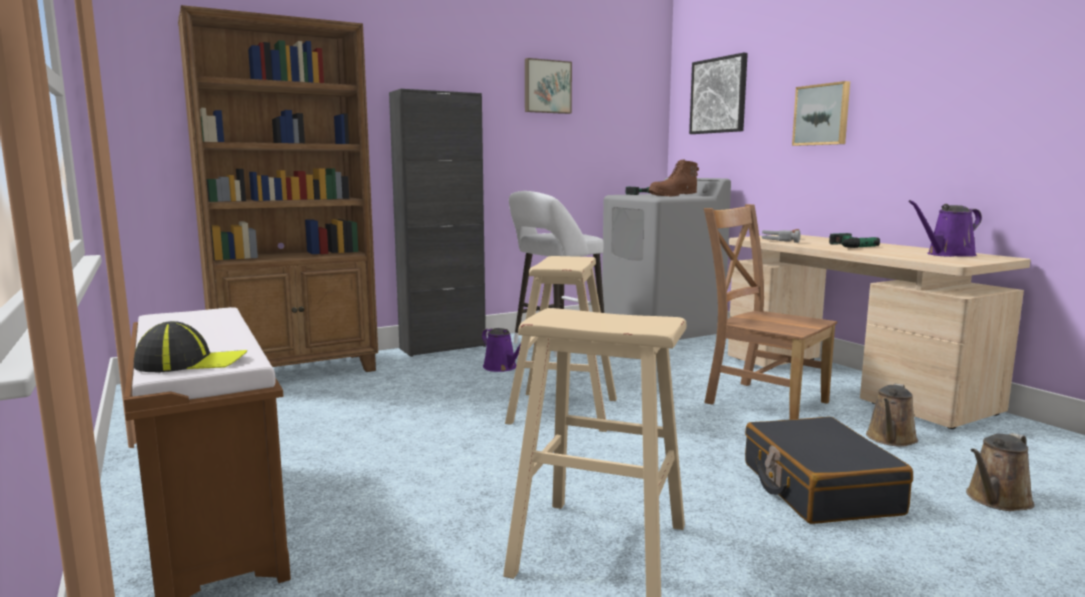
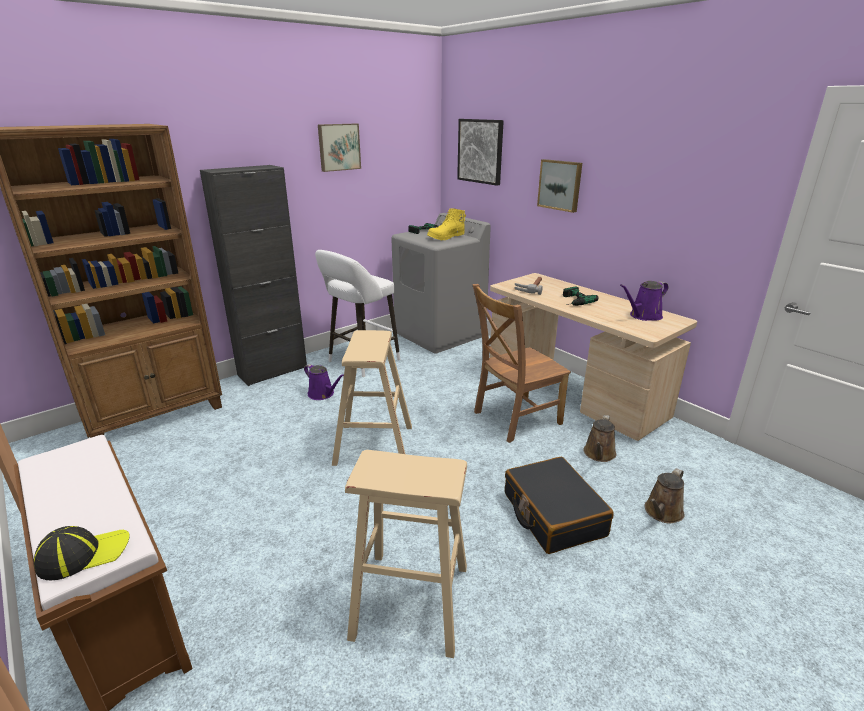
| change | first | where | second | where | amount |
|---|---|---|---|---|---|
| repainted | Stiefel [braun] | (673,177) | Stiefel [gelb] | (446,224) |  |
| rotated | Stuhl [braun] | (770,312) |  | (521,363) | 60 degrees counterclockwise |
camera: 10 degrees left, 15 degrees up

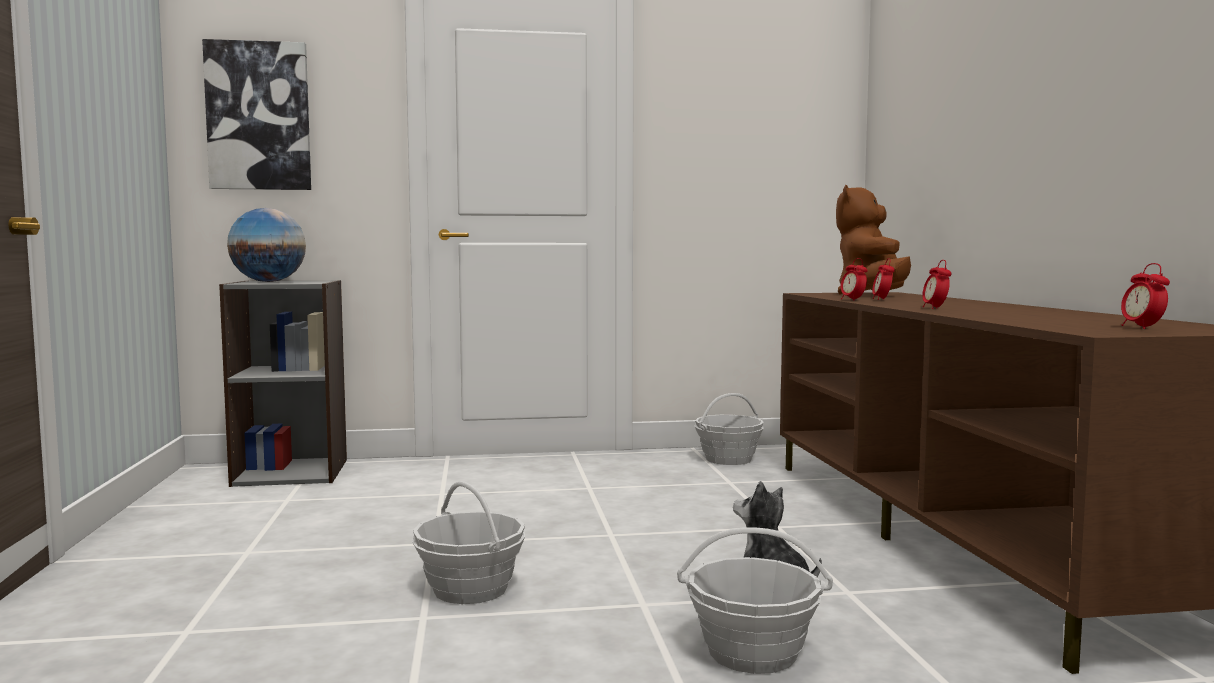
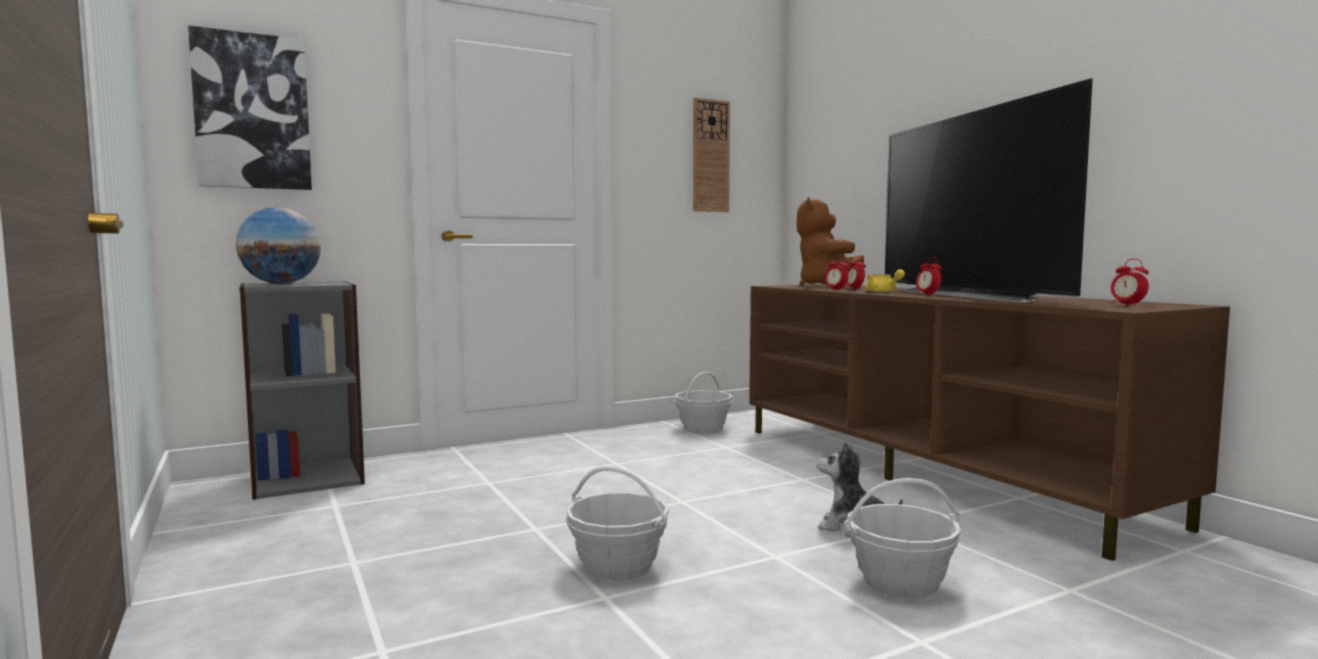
| change | first | where | second | where | amount |
|---|---|---|---|---|---|
| new |  |  | Wanduhr | (711,155) |  |
| new |  |  | Teekanne [gelb] | (885,281) |  |
| new |  |  | Fernseher | (989,190) |  |
camera: 20 degrees left, 0 degrees up

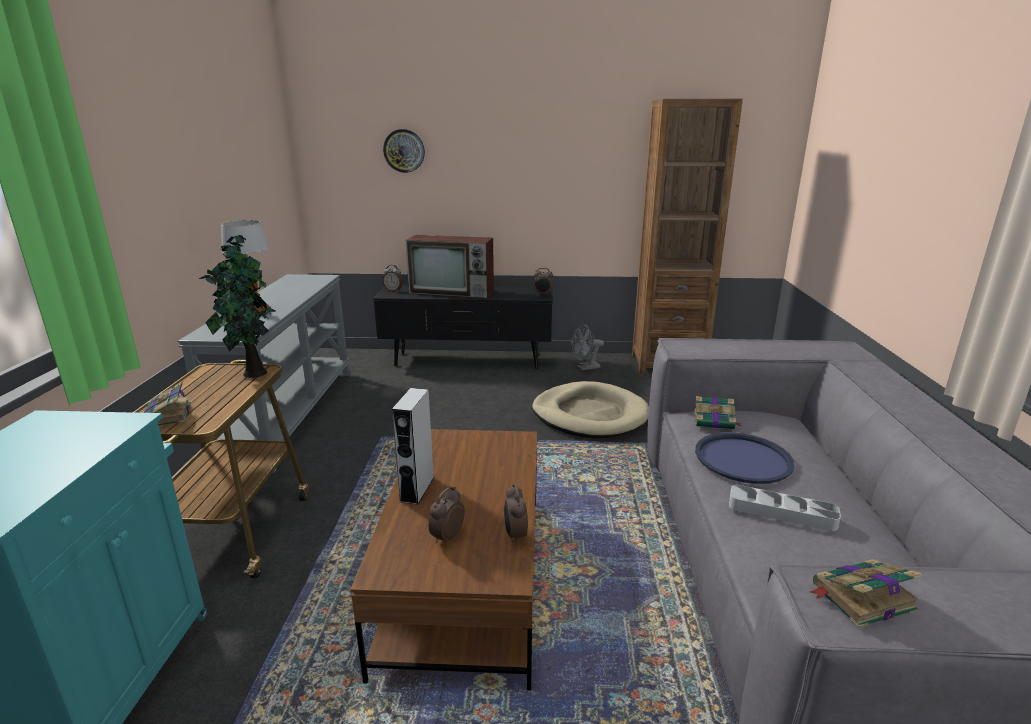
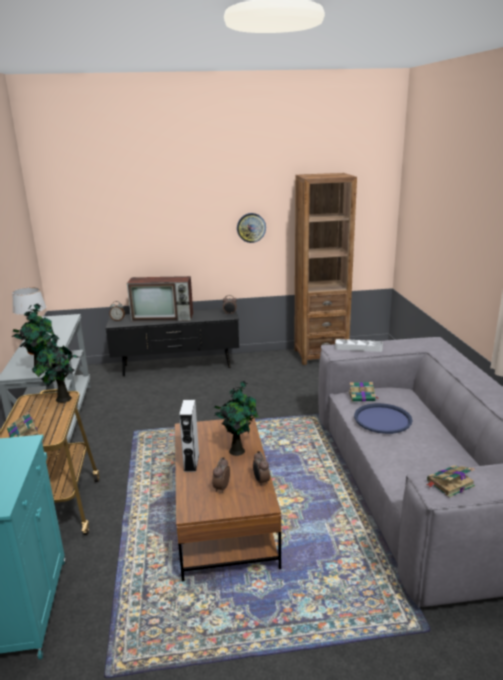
| change | first | where | second | where | amount |
|---|---|---|---|---|---|
| gone | Hundebett [beige] | (590,409) |  |  |  |
| gone | Ventilator [grau] | (588,347) |  |  |  |
| new |  |  | Topfpflanze | (236,418) |  |
| shifted | Wanduhr | (404,151) |  | (251,228) |  |
| shifted | Tablett [grau] | (785,508) |  | (359,345) |  |
camera: 10 degrees left, 0 degrees up

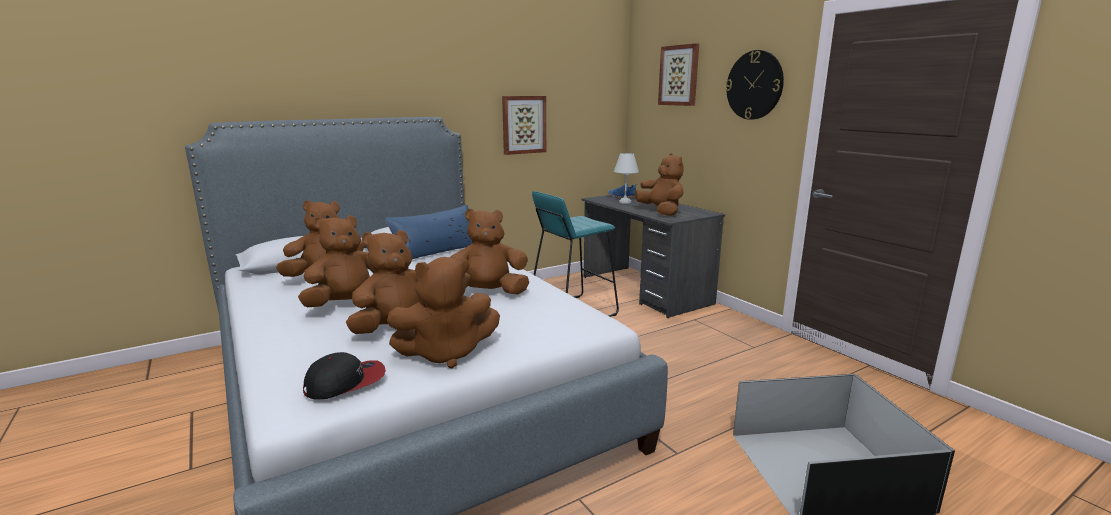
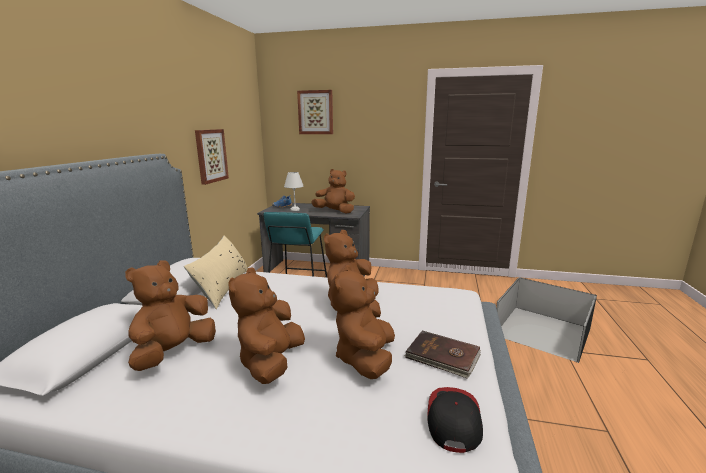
| change | first | where | second | where | amount |
|---|---|---|---|---|---|
| gone | Wanduhr | (754,85) |  |  |  |
| swapped | Plüschtier [braun] | (443,312) | Buch [braun] | (442,355) |  |
| repainted | Kissen [blau] | (428,232) | Kissen [beige] | (216,272) |  |
camera: 45 degrees left, 0 degrees up

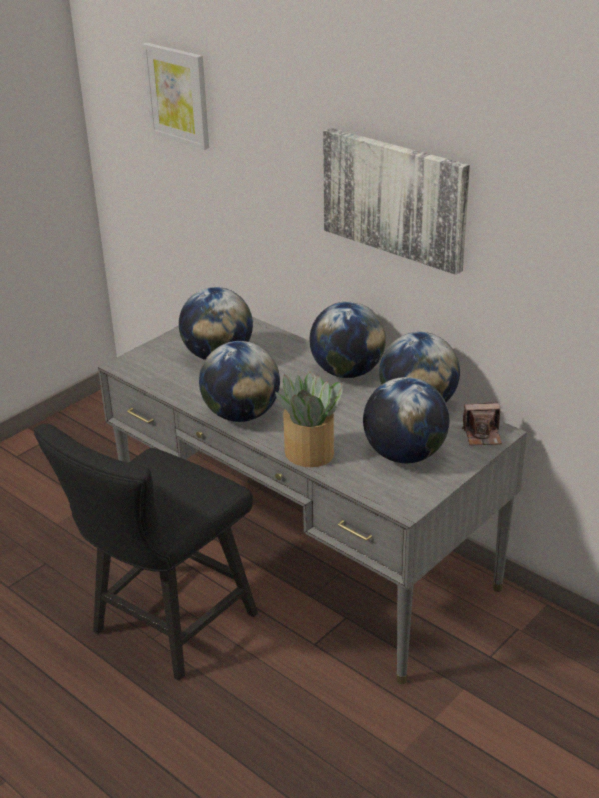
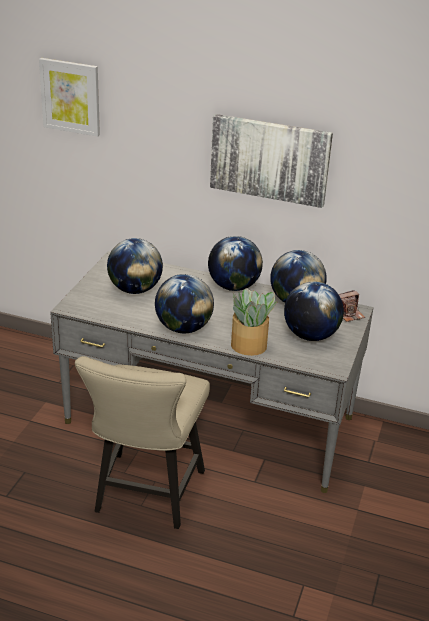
| change | first | where | second | where | amount |
|---|---|---|---|---|---|
| repainted | Stuhl [schwarz] | (146,552) | Stuhl [beige] | (142,442) |  |
camera: 25 degrees left, 0 degrees up

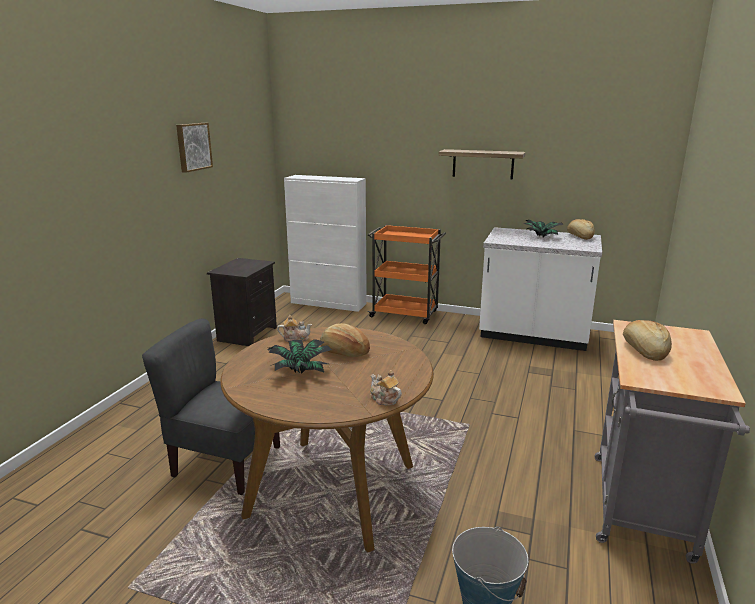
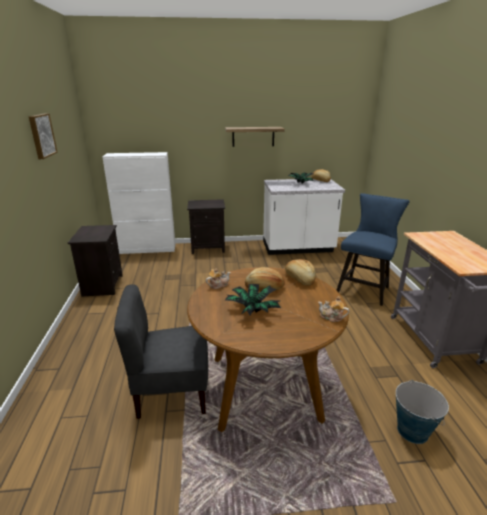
| change | first | where | second | where | amount |
|---|---|---|---|---|---|
| new |  |  | Stuhl [blau] | (373,249) |  |
| shifted | Brot | (647,340) |  | (300,272) |  |
| swapped | Rollwagen [orange] | (406,274) | Nachttisch [schwarz] | (206,226) |  |
camera: 25 degrees left, 5 degrees up

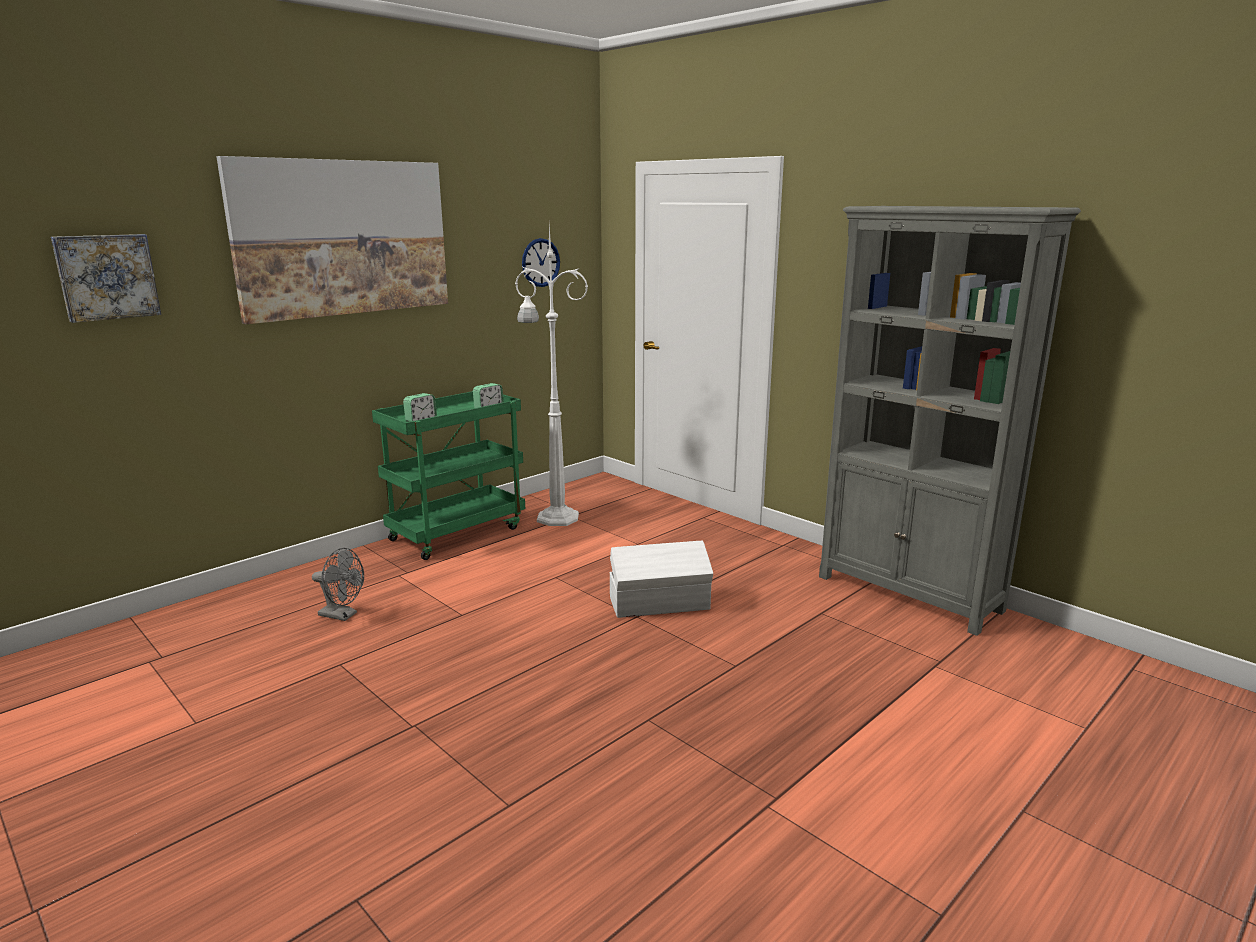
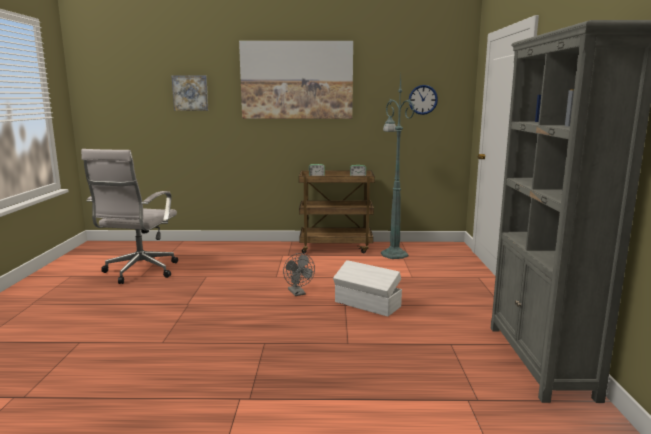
| change | first | where | second | where | amount |
|---|---|---|---|---|---|
| new |  |  | Bürostuhl [weiß] | (129,216) |  |
| shifted | Ventilator [grau] | (338,584) |  | (299,274) |  |
| repainted | Rollwagen [grün] | (448,475) | Rollwagen [braun] | (337,211) |  |
| repainted | Stehlampe [weiß] | (551,375) | Stehlampe [grün] | (398,167) |  |
camera: 45 degrees right, 5 degrees down

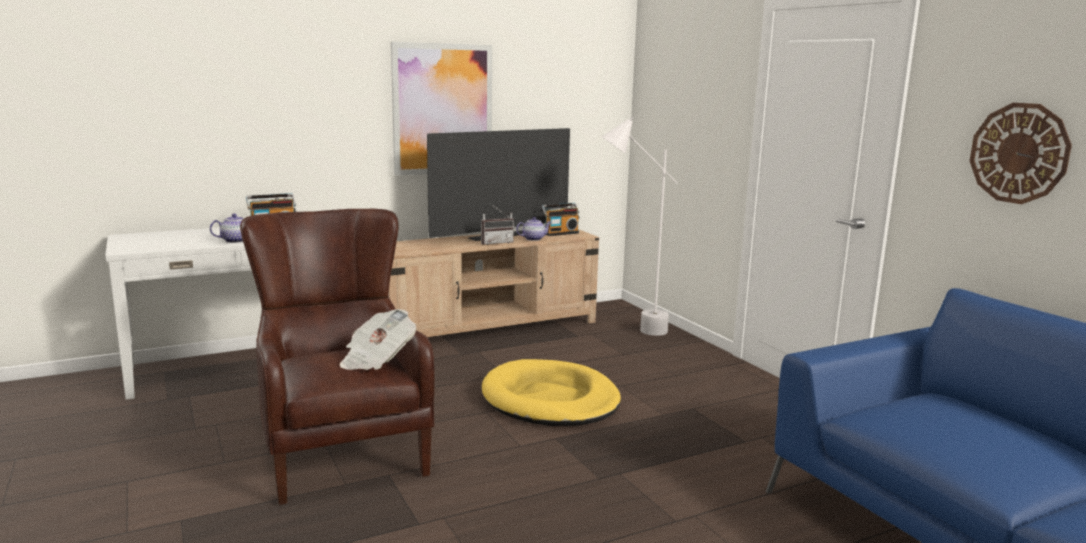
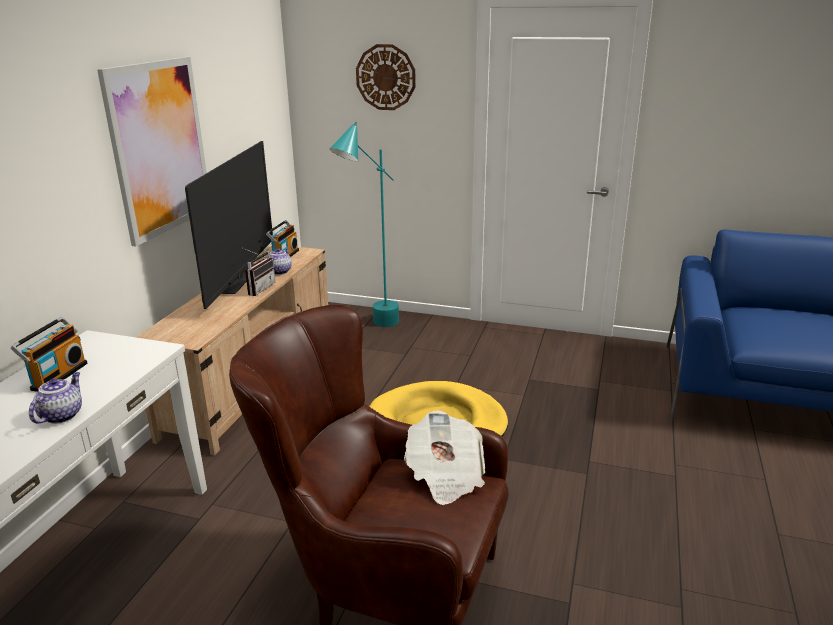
| change | first | where | second | where | amount |
|---|---|---|---|---|---|
| shifted | Wanduhr | (1021,153) |  | (386,77) |  |
| repainted | Stehlampe [weiß] | (640,226) | Stehlampe [türkis] | (364,224) |  |
camera: 45 degrees left, 10 degrees up

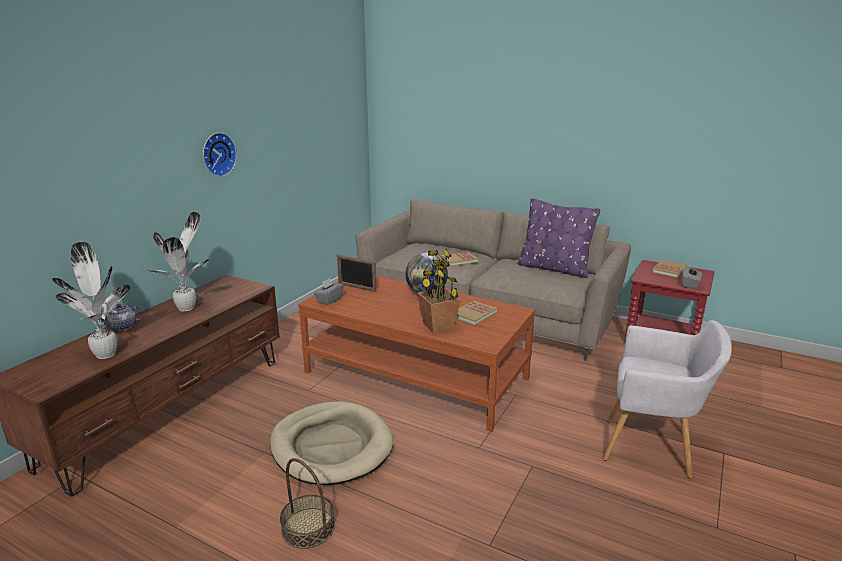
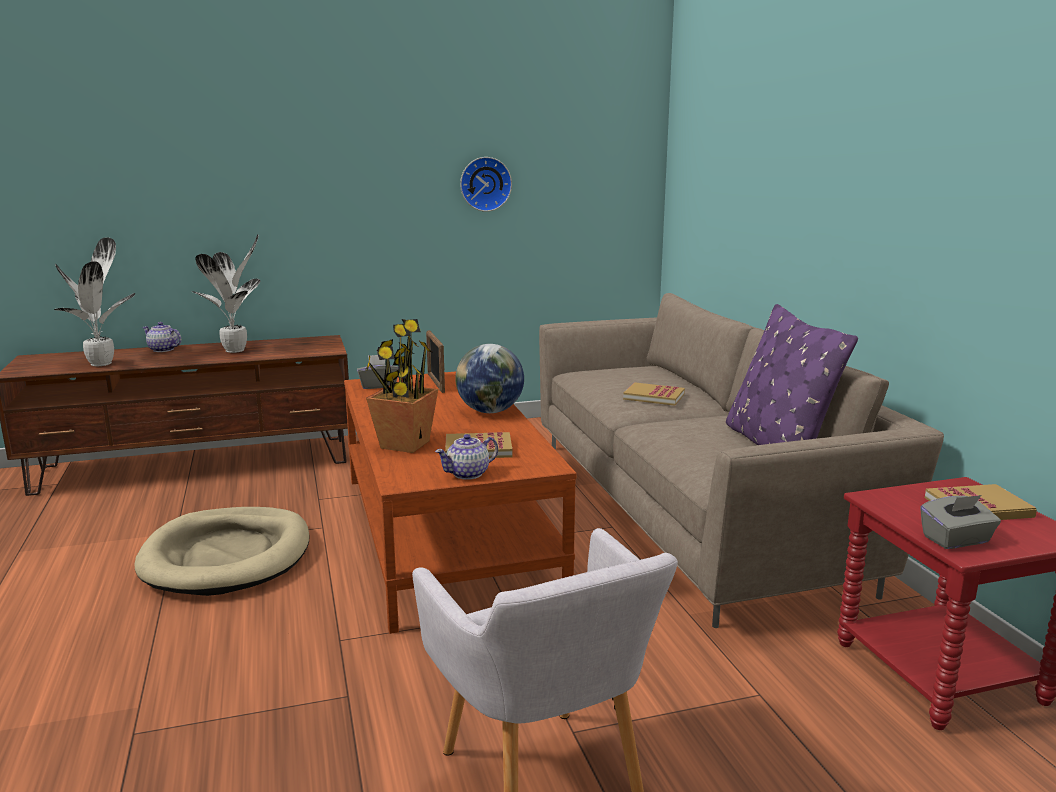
| change | first | where | second | where | amount |
|---|---|---|---|---|---|
| gone | Korb | (307,503) |  |  |  |
| new |  |  | Teekanne | (466,457) |  |
| shifted | Wanduhr | (220,155) |  | (486,184) |  |
camera: 45 degrees right, 5 degrees down

